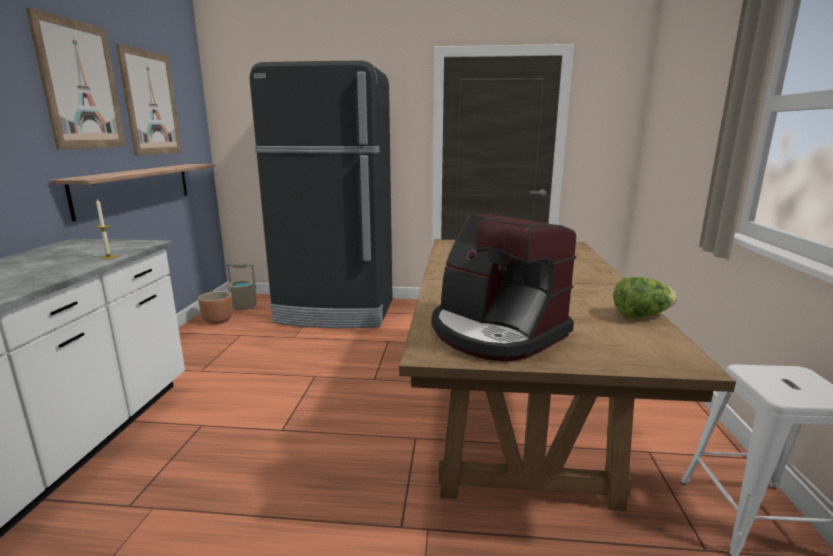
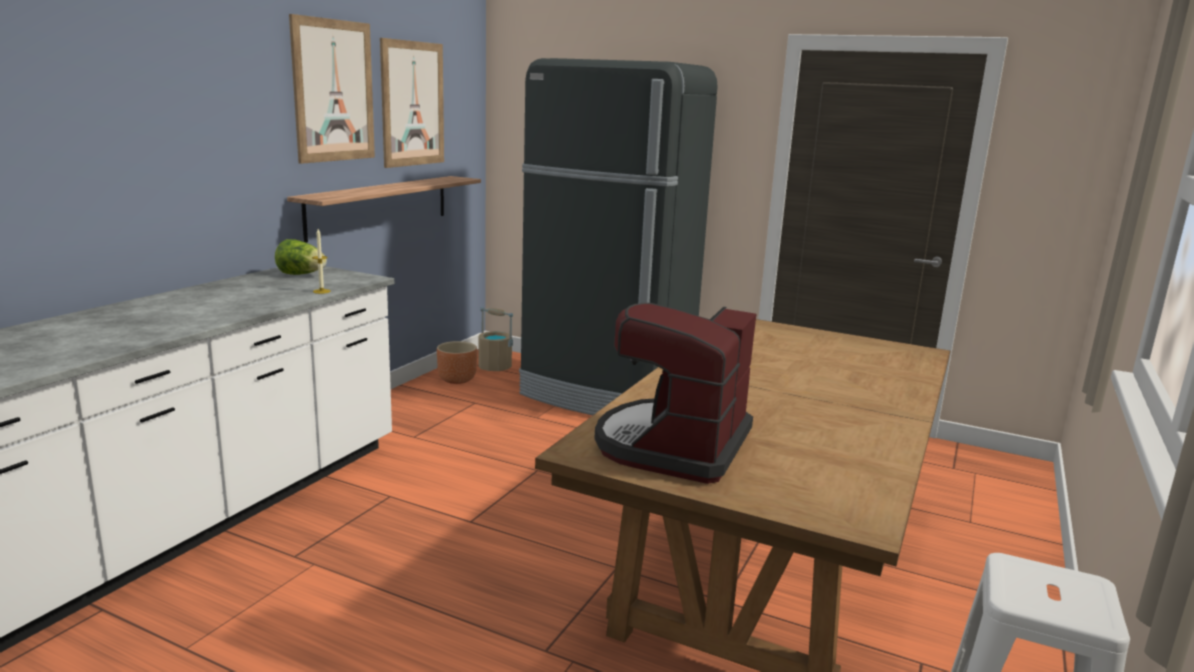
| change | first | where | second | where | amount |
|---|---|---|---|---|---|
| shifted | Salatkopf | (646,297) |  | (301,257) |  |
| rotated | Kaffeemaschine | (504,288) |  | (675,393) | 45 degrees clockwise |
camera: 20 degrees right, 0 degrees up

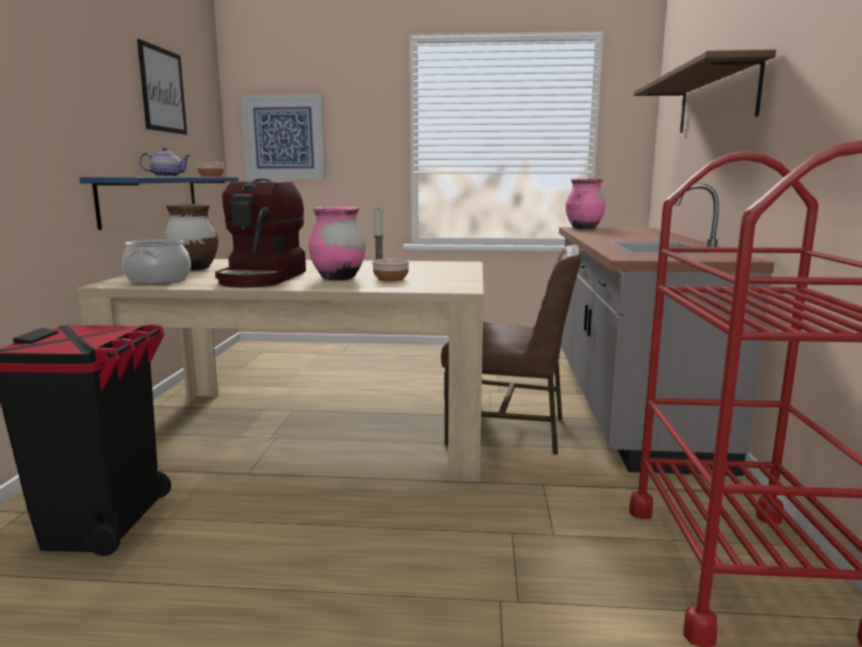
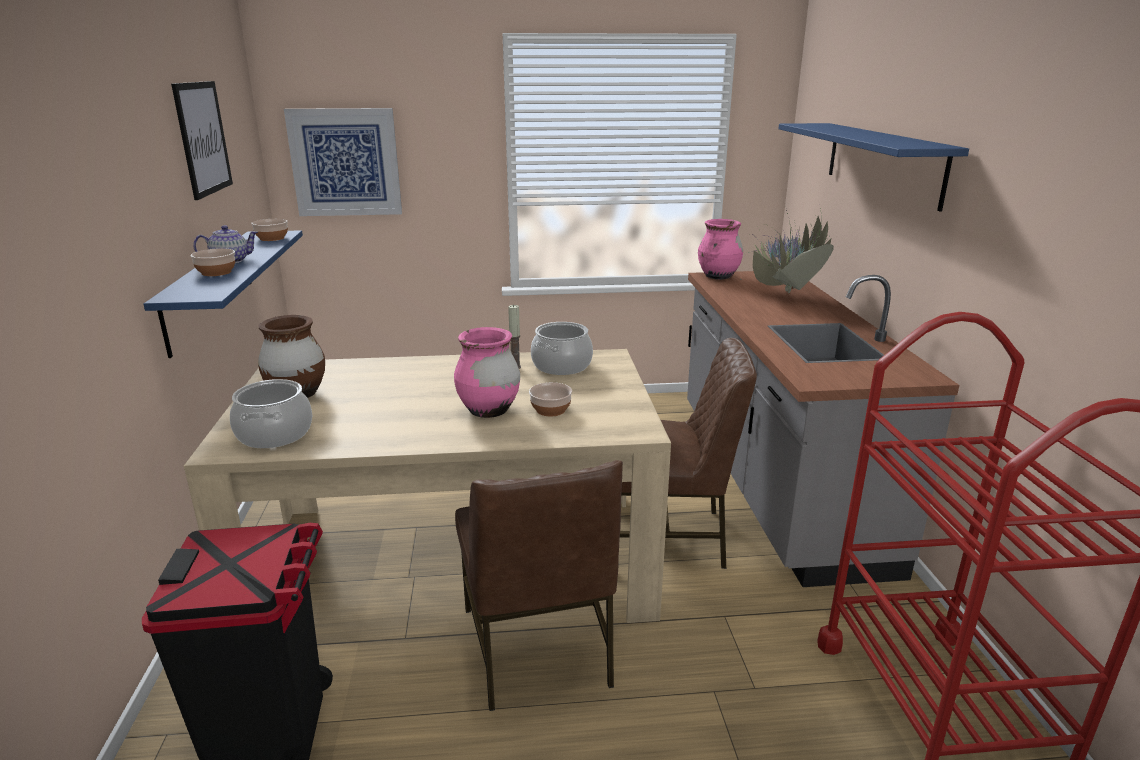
| change | first | where | second | where | amount |
|---|---|---|---|---|---|
| gone | Kaffeemaschine | (260,233) |  |  |  |
| new |  |  | Schüssel | (213,262) |  |
| new |  |  | Stuhl [braun] | (539,585) |  |
| new |  |  | Kochtopf | (562,348) |  |
| new |  |  | Topfpflanze | (787,249) |  |
| repainted | Wandregal [braun] | (705,91) | Wandregal [blau] | (873,167) |  |
camera: 10 degrees left, 10 degrees up

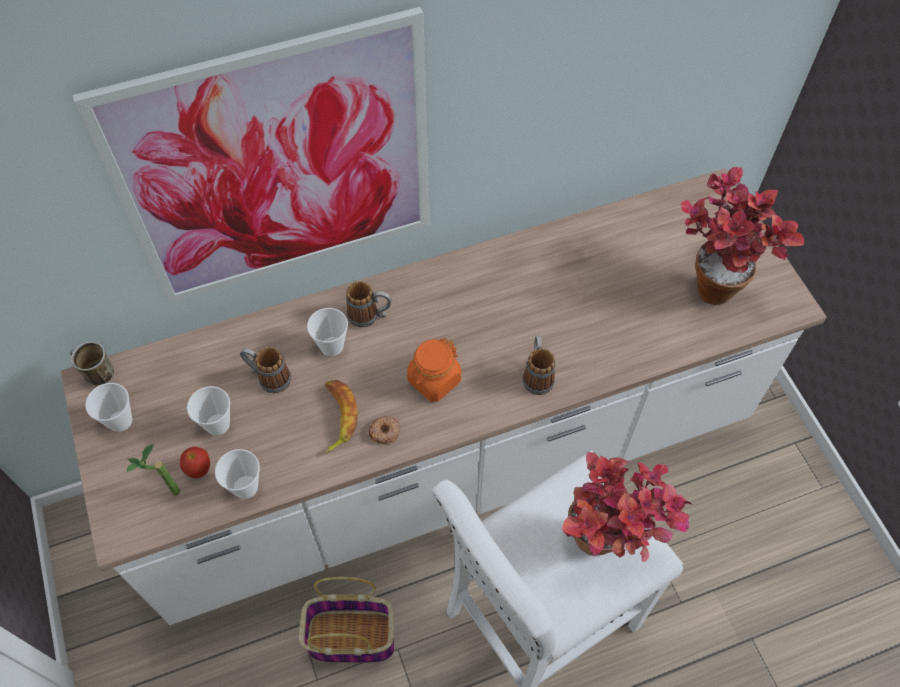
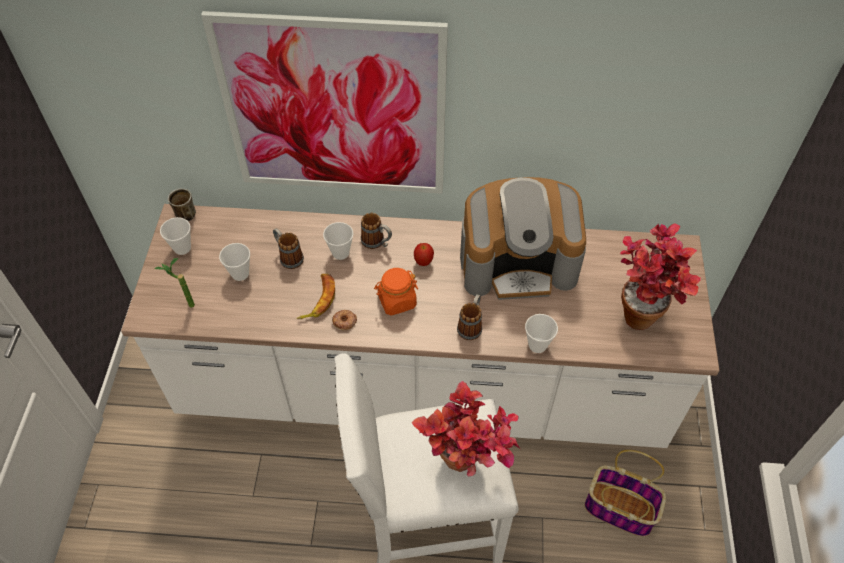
| change | first | where | second | where | amount |
|---|---|---|---|---|---|
| new |  |  | Kaffeemaschine | (523,238) |  |
| shifted | Apfel | (195,462) |  | (424,254) |  |
| shifted | Tasse | (237,474) |  | (541,333) |  |
| shifted | Korb | (347,620) |  | (625,493) |  |
camera: 25 degrees right, 5 degrees down

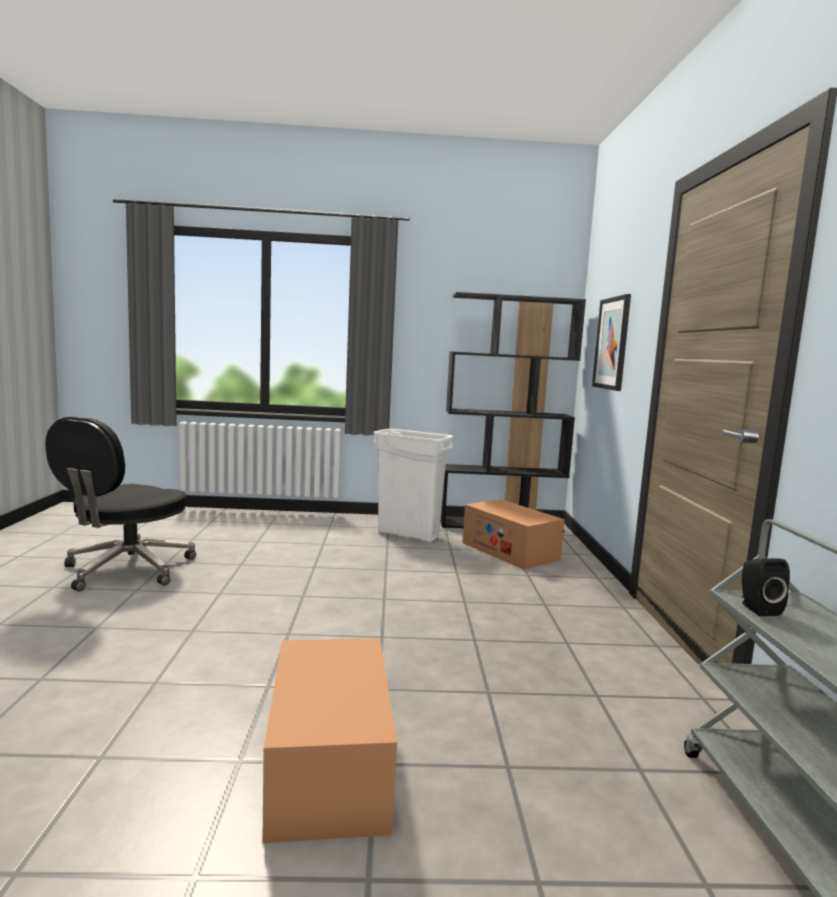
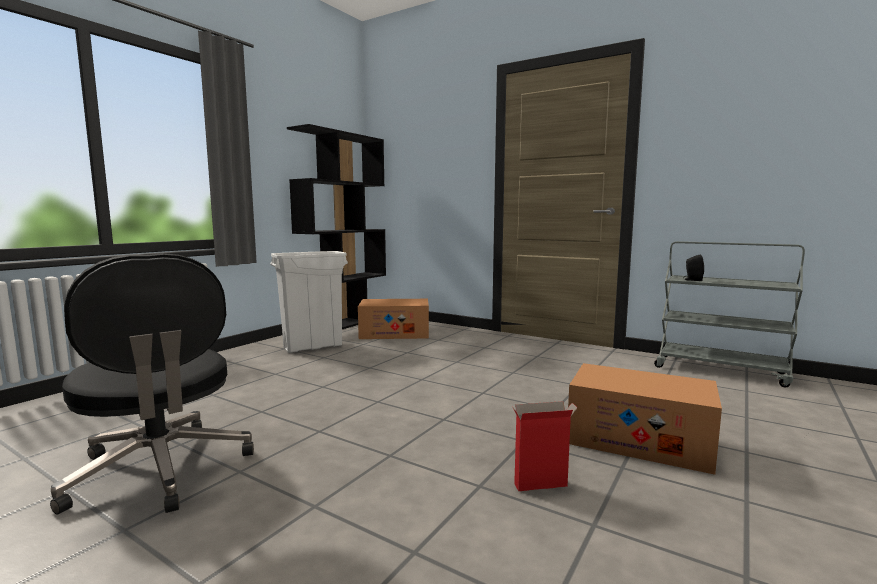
| change | first | where | second | where | amount |
|---|---|---|---|---|---|
| gone | Bild | (611,342) |  |  |  |
| new |  |  | Karton | (545,446) |  |
camera: 55 degrees left, 0 degrees up

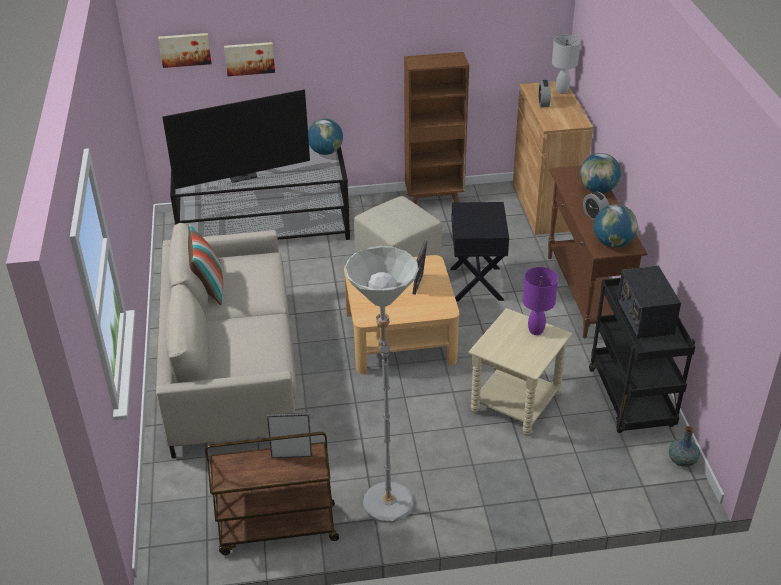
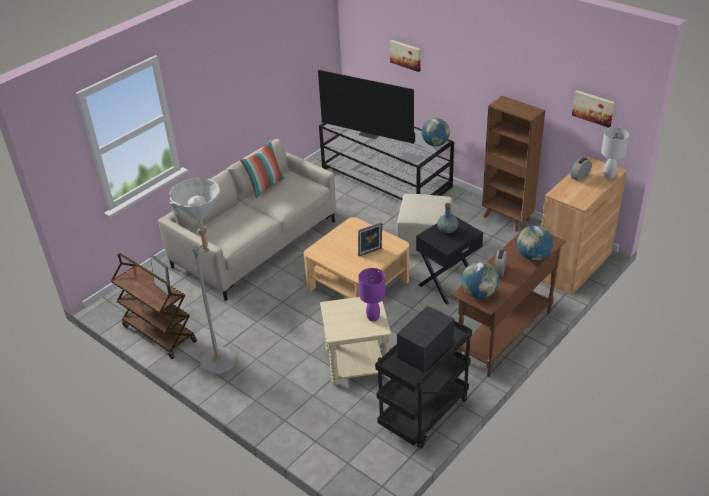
| change | first | where | second | where | amount |
|---|---|---|---|---|---|
| shifted | Bild | (185,50) |  | (593,109) |  |
| shifted | Vase | (684,446) |  | (448,218) |  |
camera: 50 degrees right, 0 degrees up

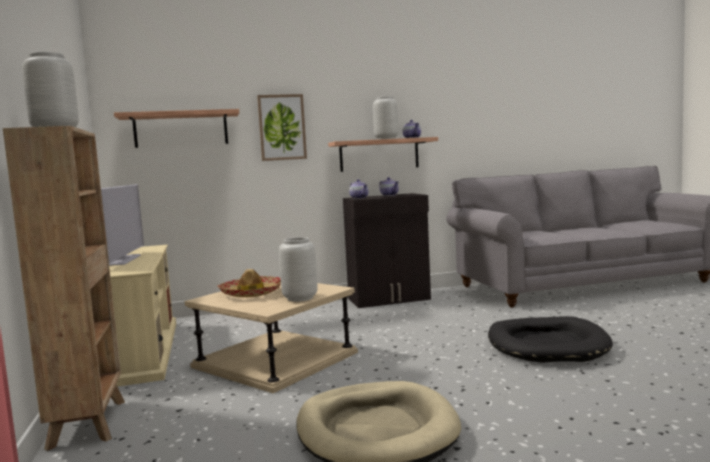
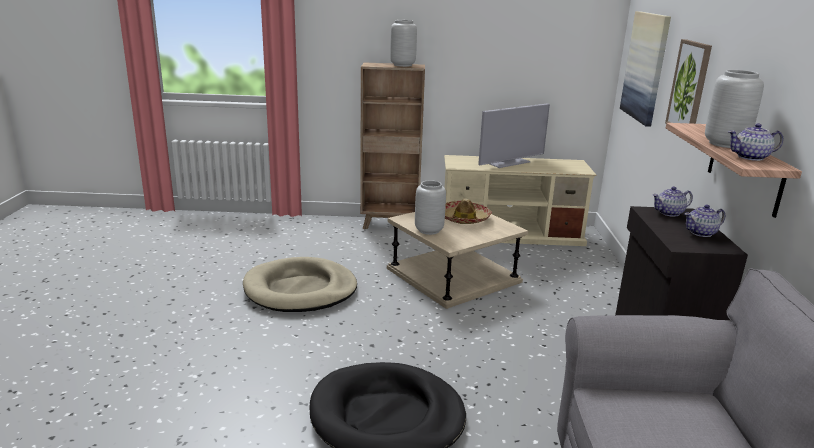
| change | first | where | second | where | amount |
|---|---|---|---|---|---|
| swapped | Wandregal | (176,128) | Bild | (645,69) |  |
| rotated | Fernseher | (122,225) |  | (514,135) | 45 degrees counterclockwise |
camera: 105 degrees right, 15 degrees up

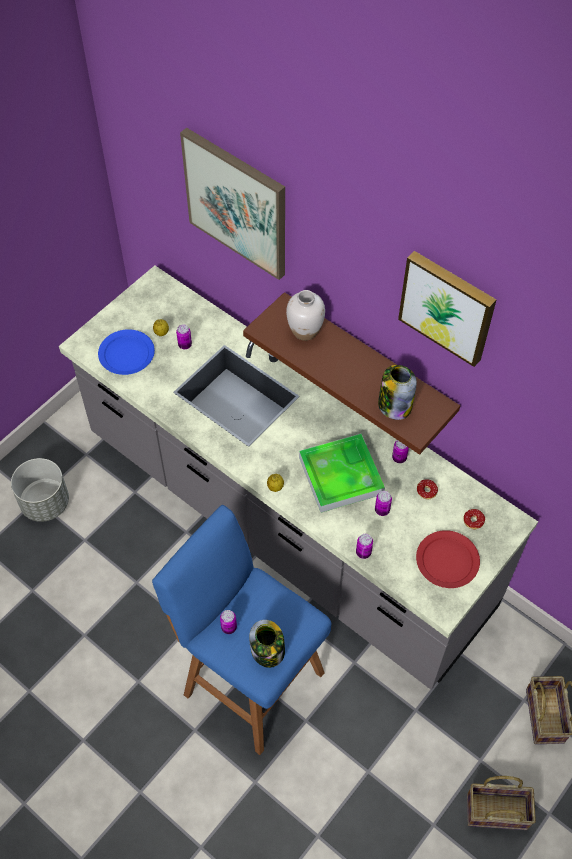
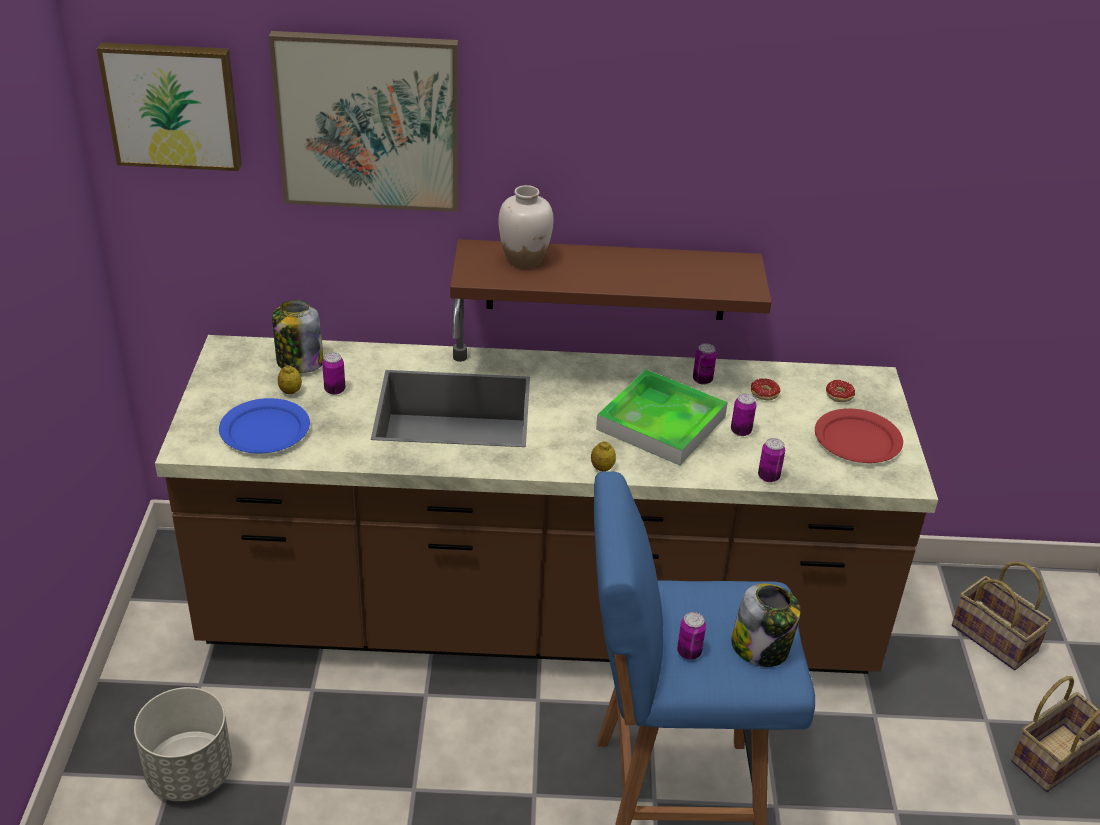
| change | first | where | second | where | amount |
|---|---|---|---|---|---|
| shifted | Vorratsglas | (397,392) |  | (297,336) |  |
| shifted | Bild | (447,309) |  | (169,106) |  |
| repainted | Küchenzeile [grau] | (298,477) | Küchenzeile [braun] | (546,486) |  |
camera: 40 degrees left, 20 degrees down

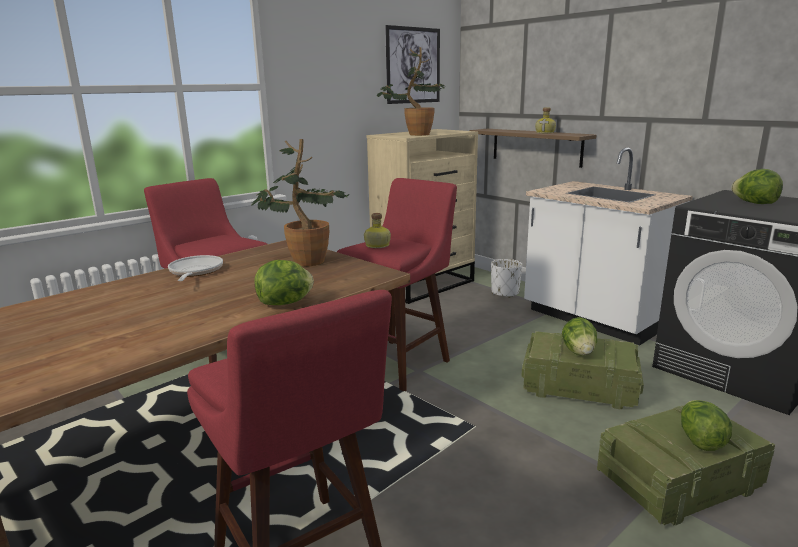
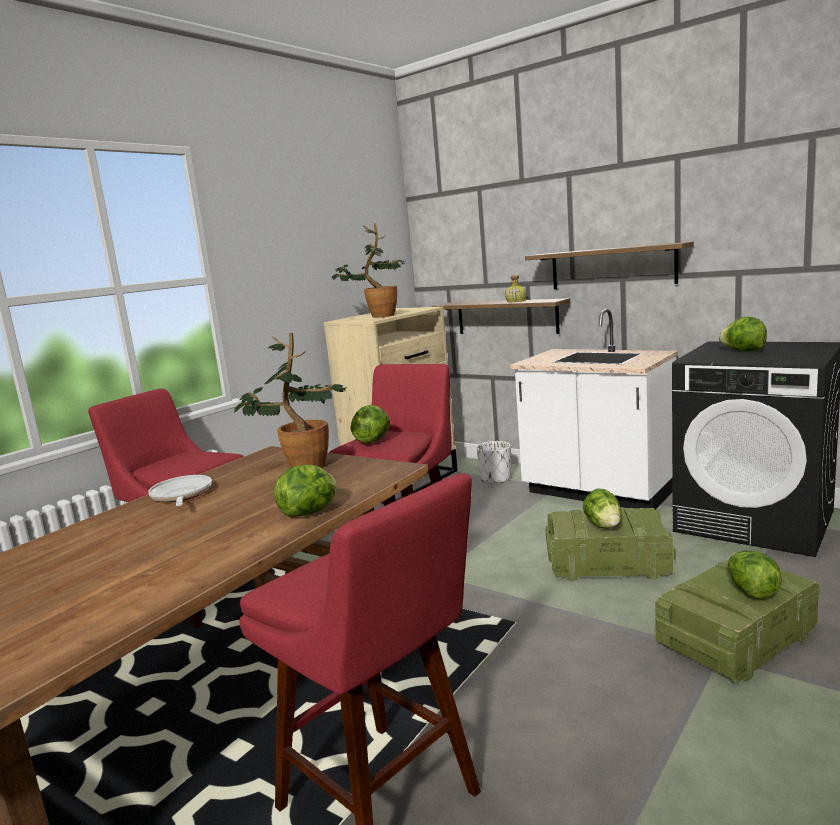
| change | first | where | second | where | amount |
|---|---|---|---|---|---|
| gone | Bild | (412,64) |  |  |  |
| new |  |  | Wandregal | (609,265) |  |
| swapped | Flasche | (377,230) | Salatkopf | (370,424) |  |
camera: 10 degrees left, 5 degrees down

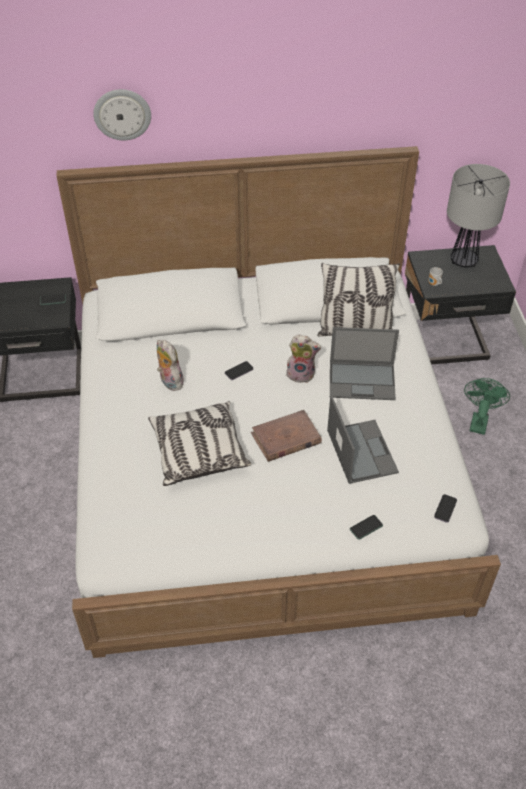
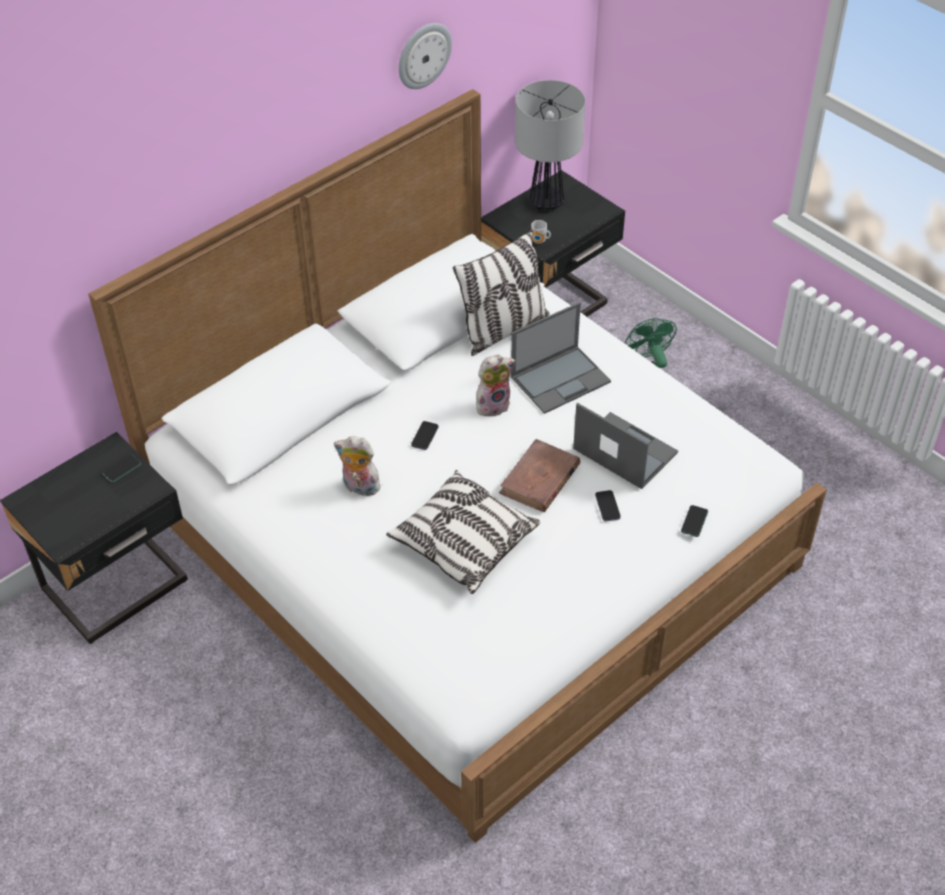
| change | first | where | second | where | amount |
|---|---|---|---|---|---|
| shifted | Wanduhr | (122,114) |  | (425,56) |  |
| shifted | Handy | (445,508) |  | (608,505) |  |
camera: 35 degrees left, 0 degrees up

